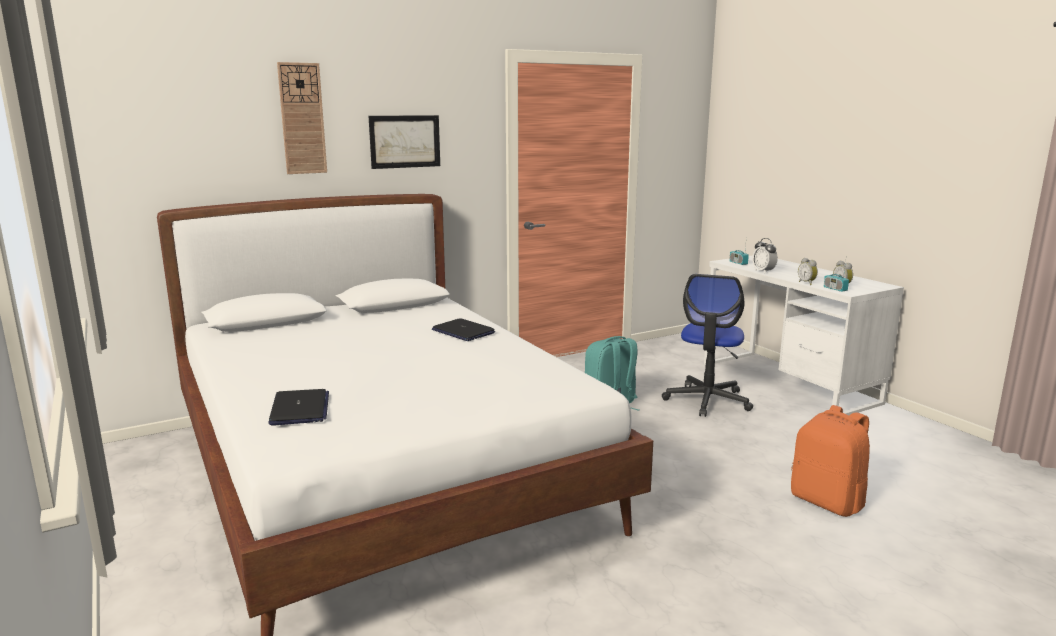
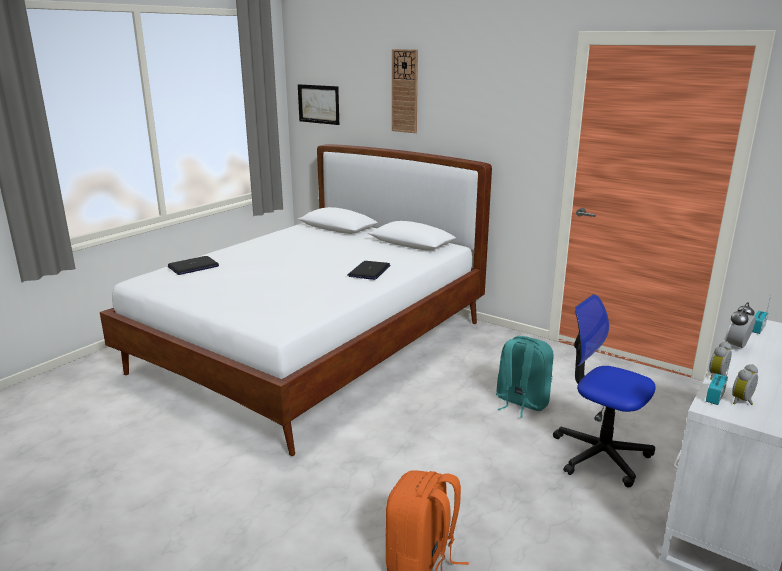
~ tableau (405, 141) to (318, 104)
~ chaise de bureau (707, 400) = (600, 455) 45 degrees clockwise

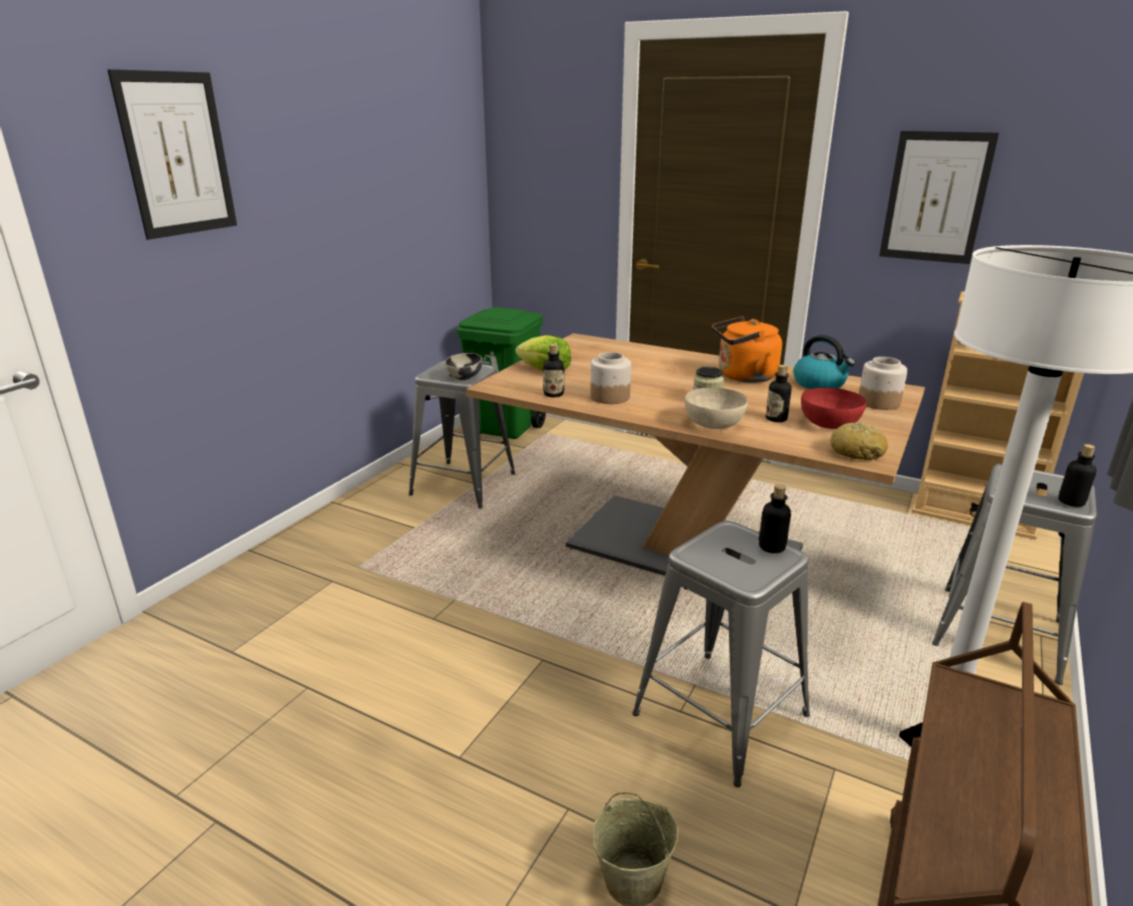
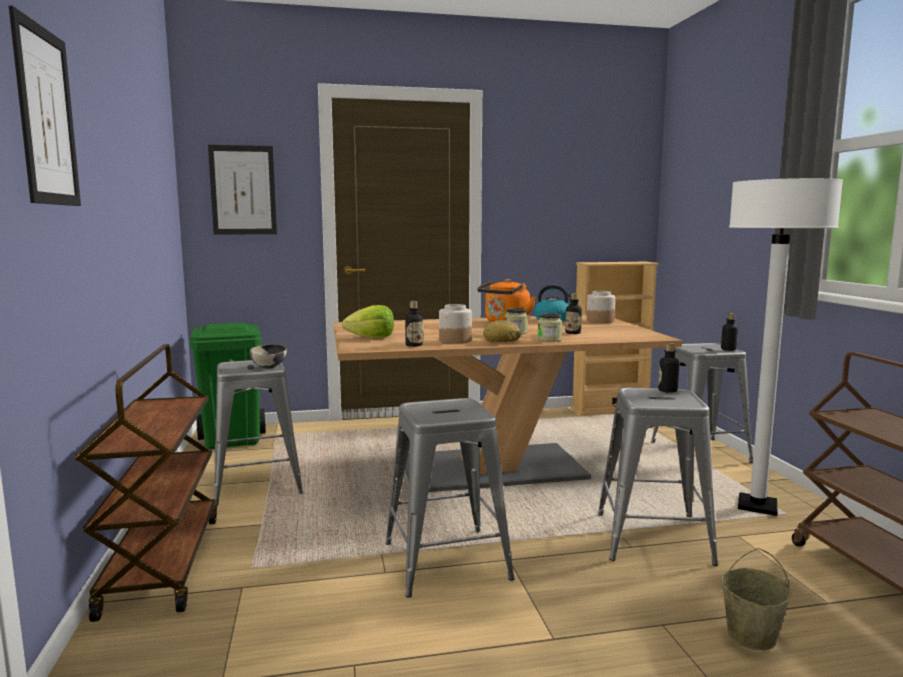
~ tableau (935, 197) to (243, 190)
~ bol (beige) (714, 424) to bocal (549, 339)
- bol (rouge) (829, 424)
~ pain (857, 452) to (501, 340)
+ chariot (marron) (161, 563)
+ tabouret (gris) (446, 560)

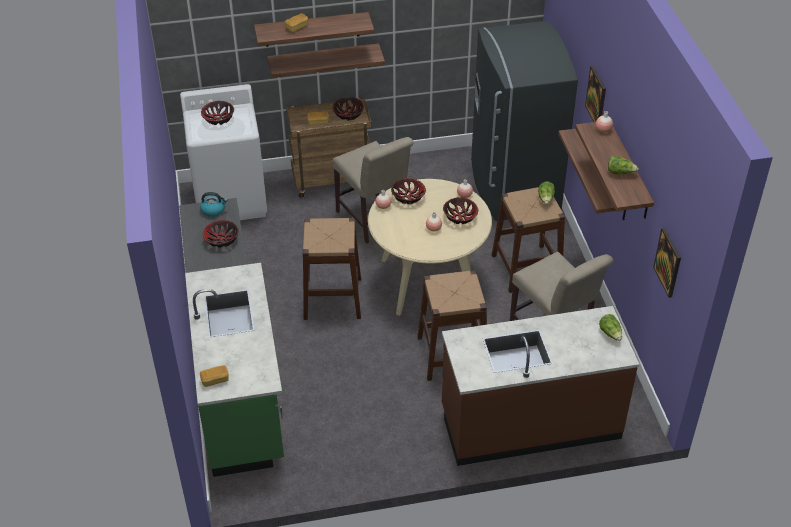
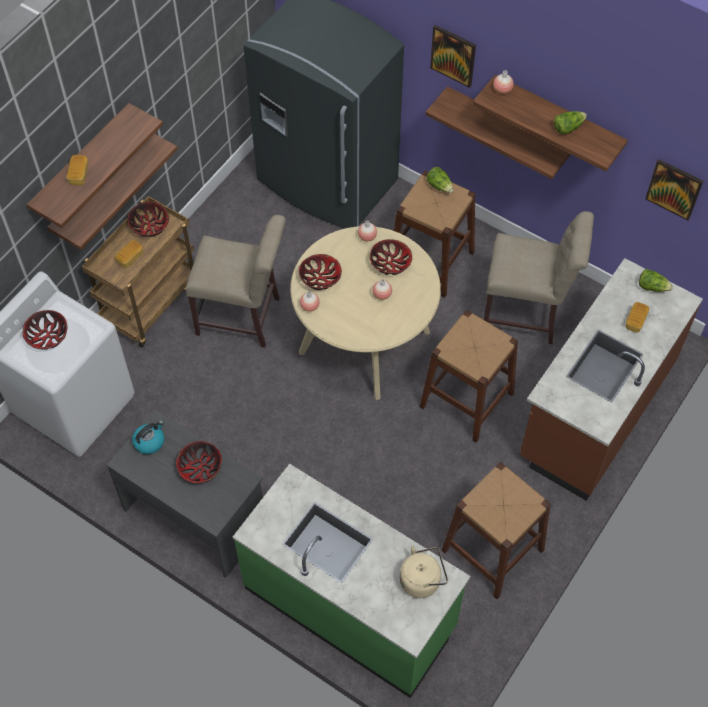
~ tabouret (marron) (332, 298) to (492, 550)
~ pain (215, 380) to (635, 321)
+ bouilloire (beige) (422, 580)

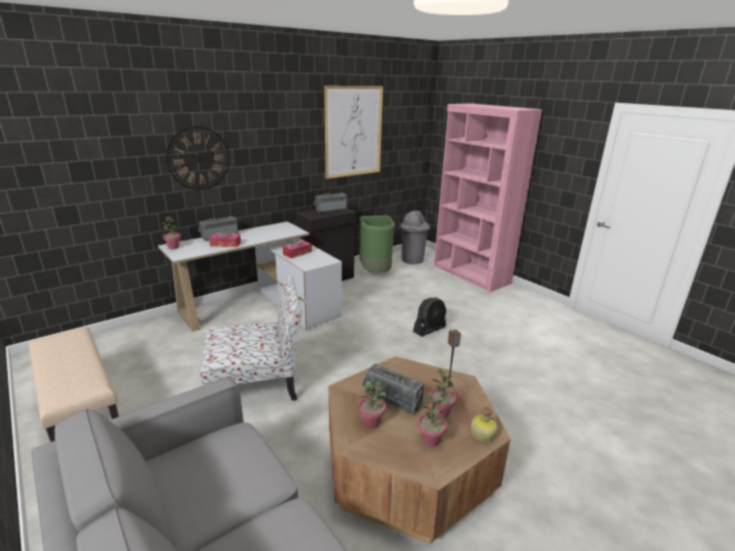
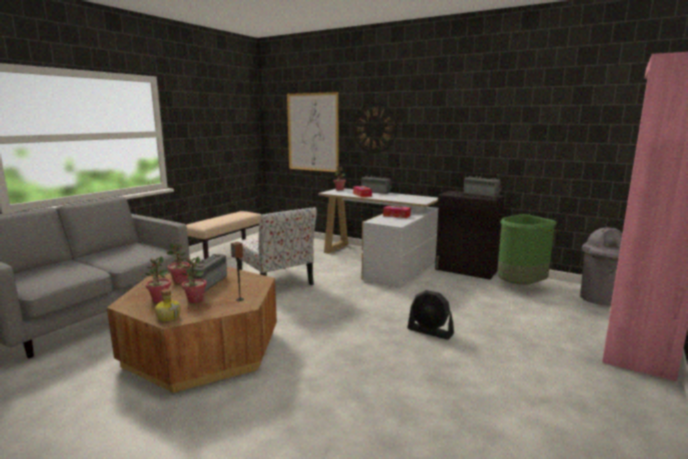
~ tableau (353, 132) to (313, 132)

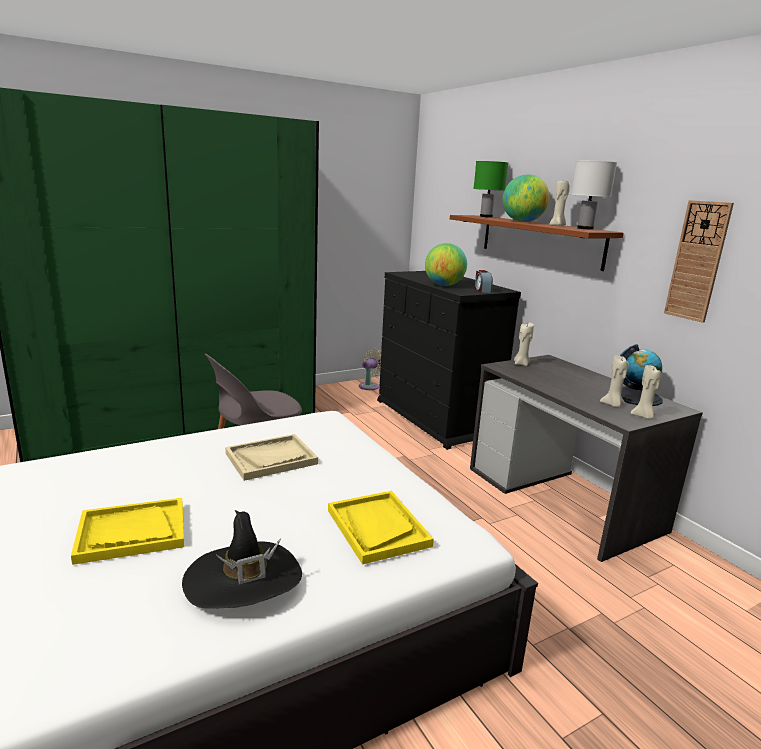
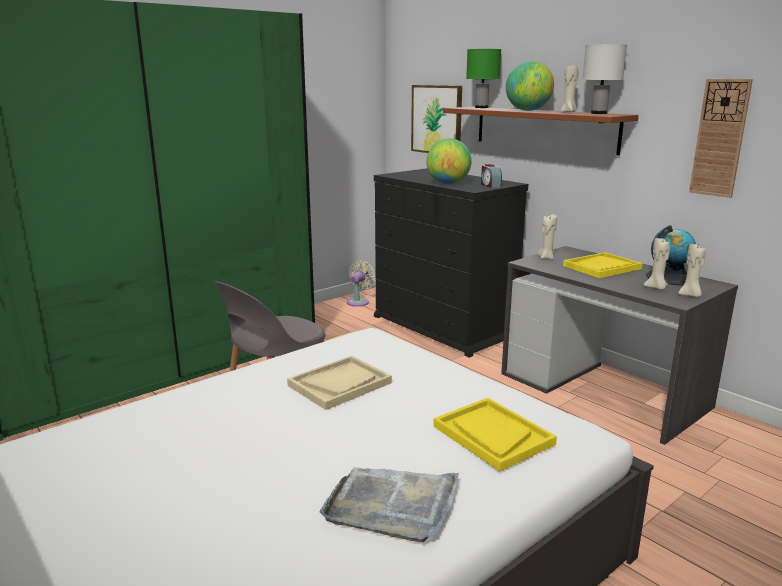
~ plateau (jaune) (131, 532) to (602, 267)
~ chapeau (noir) (243, 580) to plateau (gris) (392, 505)
+ tableau (436, 119)

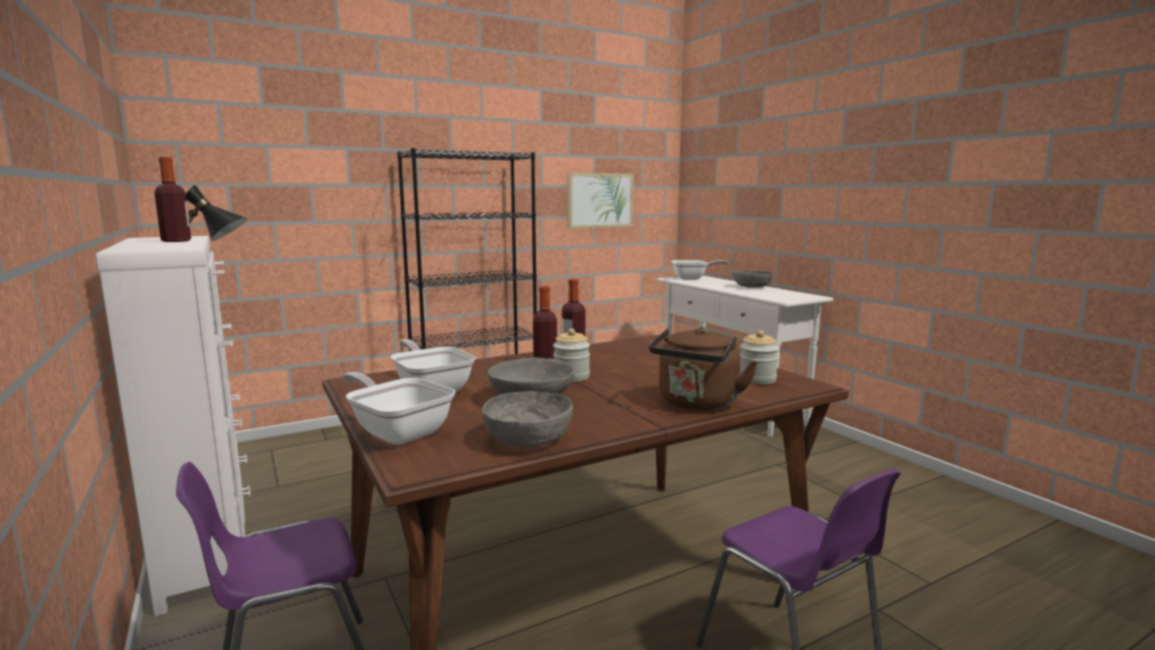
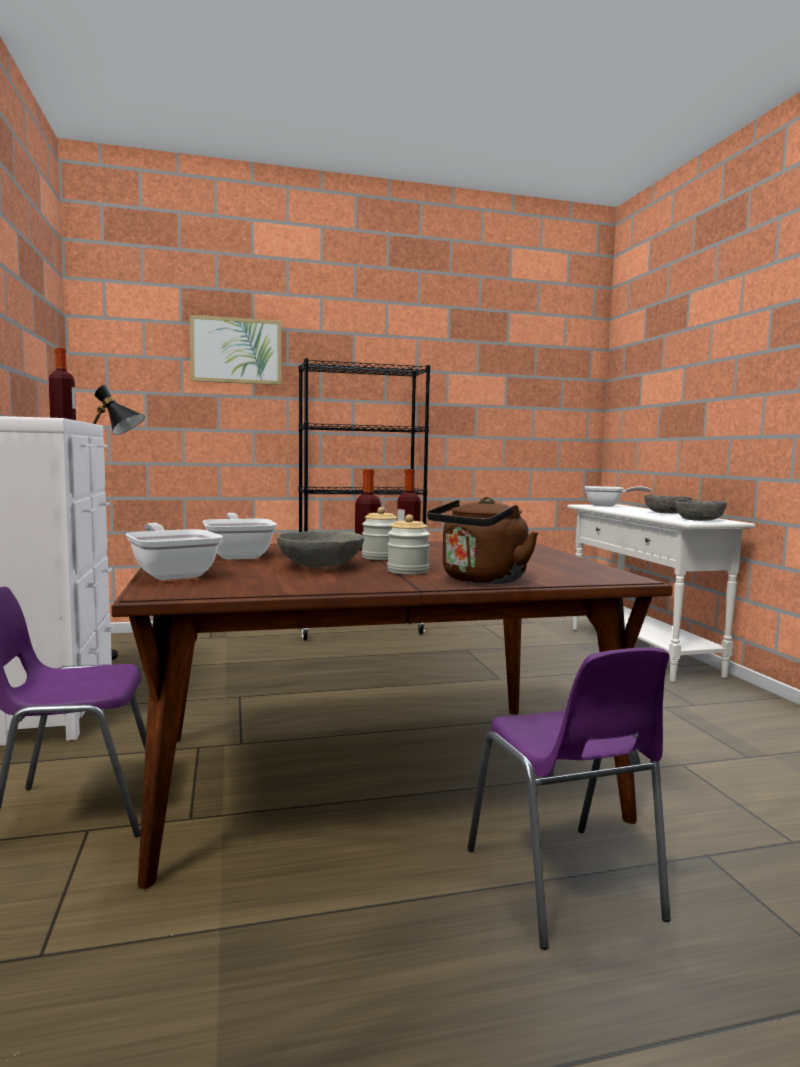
~ tableau (599, 200) to (236, 351)
~ bocal (757, 379) to (408, 571)
~ bol (gris) (528, 439) to (699, 520)

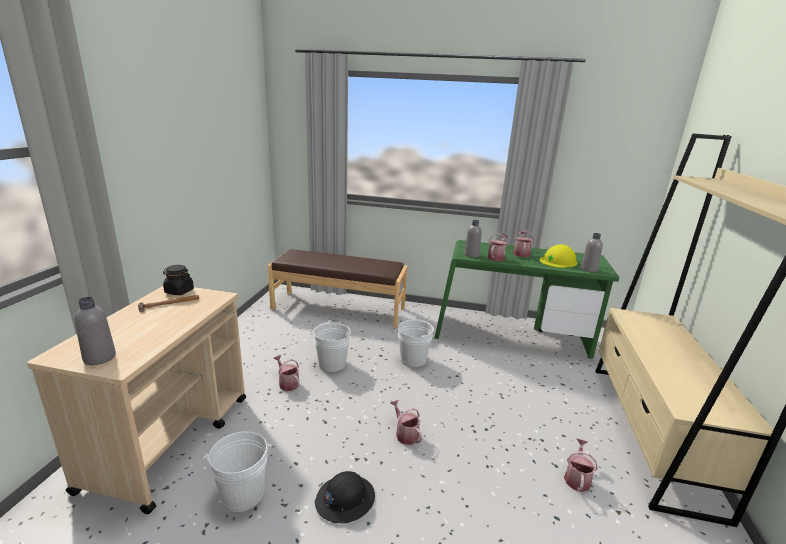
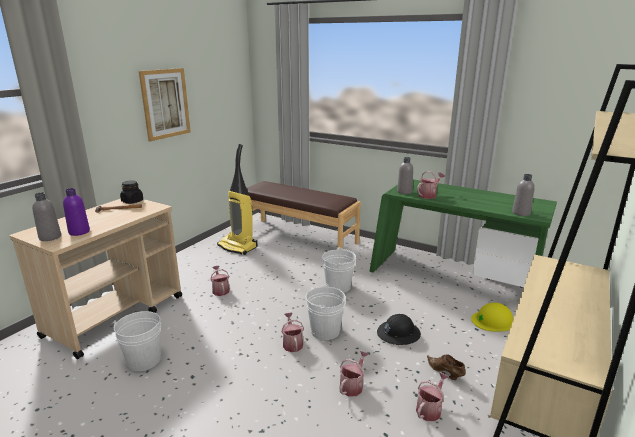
~ arrosoir (521, 253) to (353, 385)
~ casque de chantier (jaune) (558, 261) to (493, 320)
~ seau (blanc) (332, 364) to (325, 331)
~ casque de chantier (noir) (345, 499) to (398, 333)
+ tableau (165, 103)
+ aspirateur (238, 247)
+ bouteille (violet) (79, 232)
+ chaussure (marron) (445, 373)

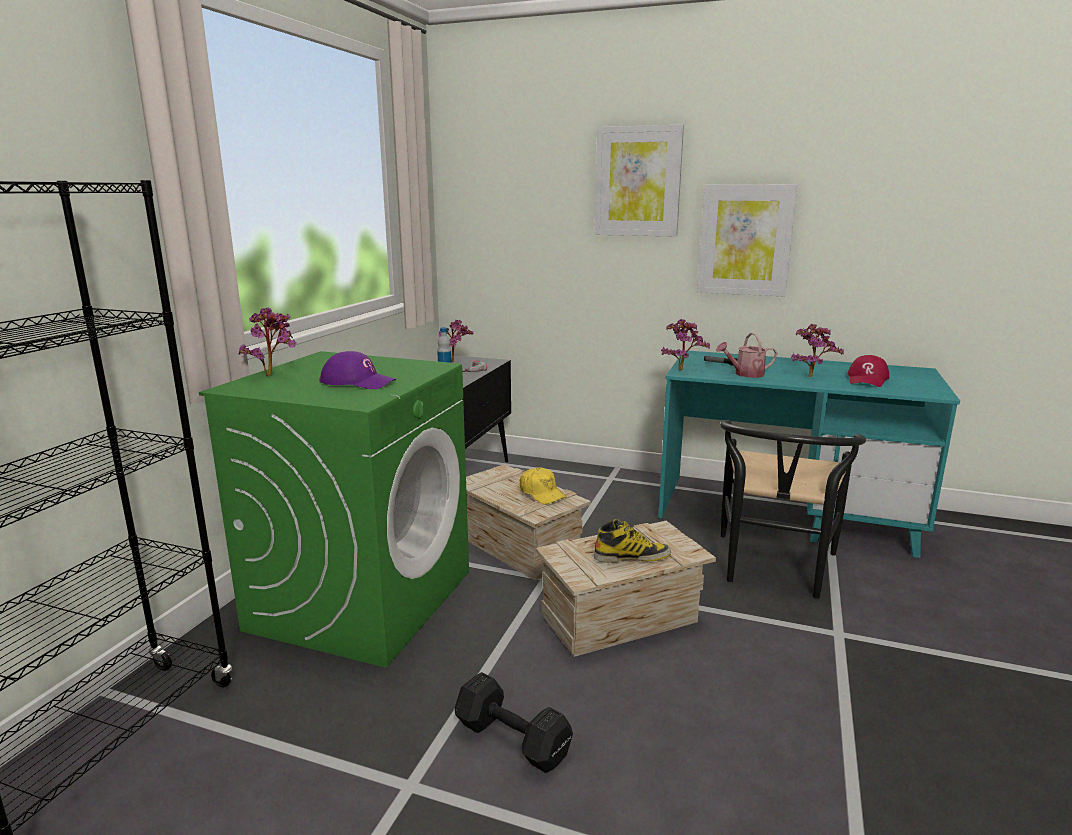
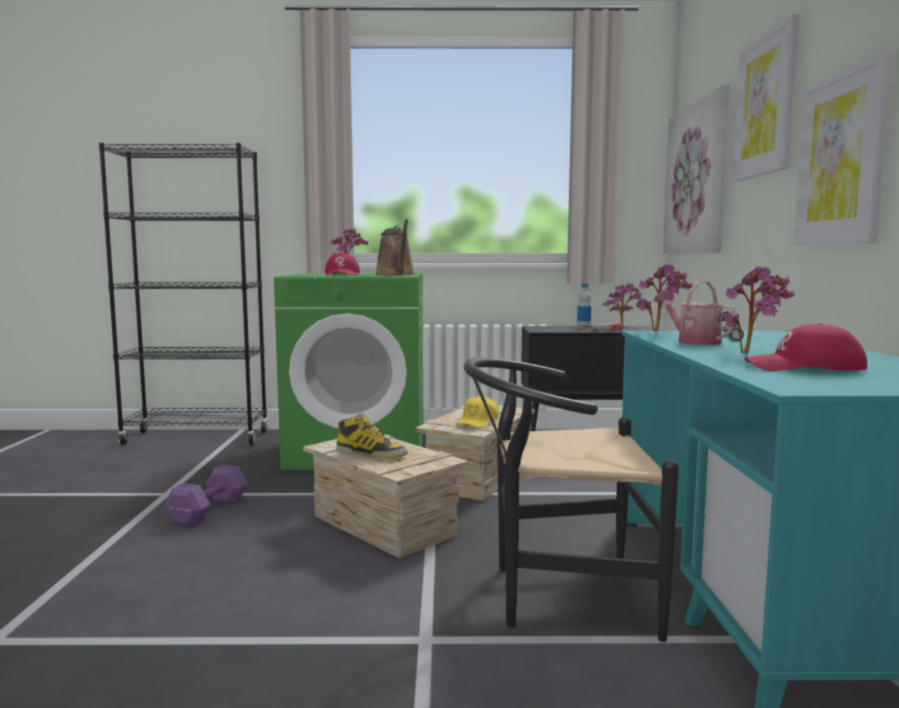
~ casquette (violet) (358, 382) to casquette (rouge) (342, 275)
~ botte (631, 556) = (372, 454) 45 degrees counterclockwise
~ haltère (noir) (514, 741) to haltère (violet) (207, 511)
+ tableau (696, 179)
+ arrosoir (marron) (396, 275)

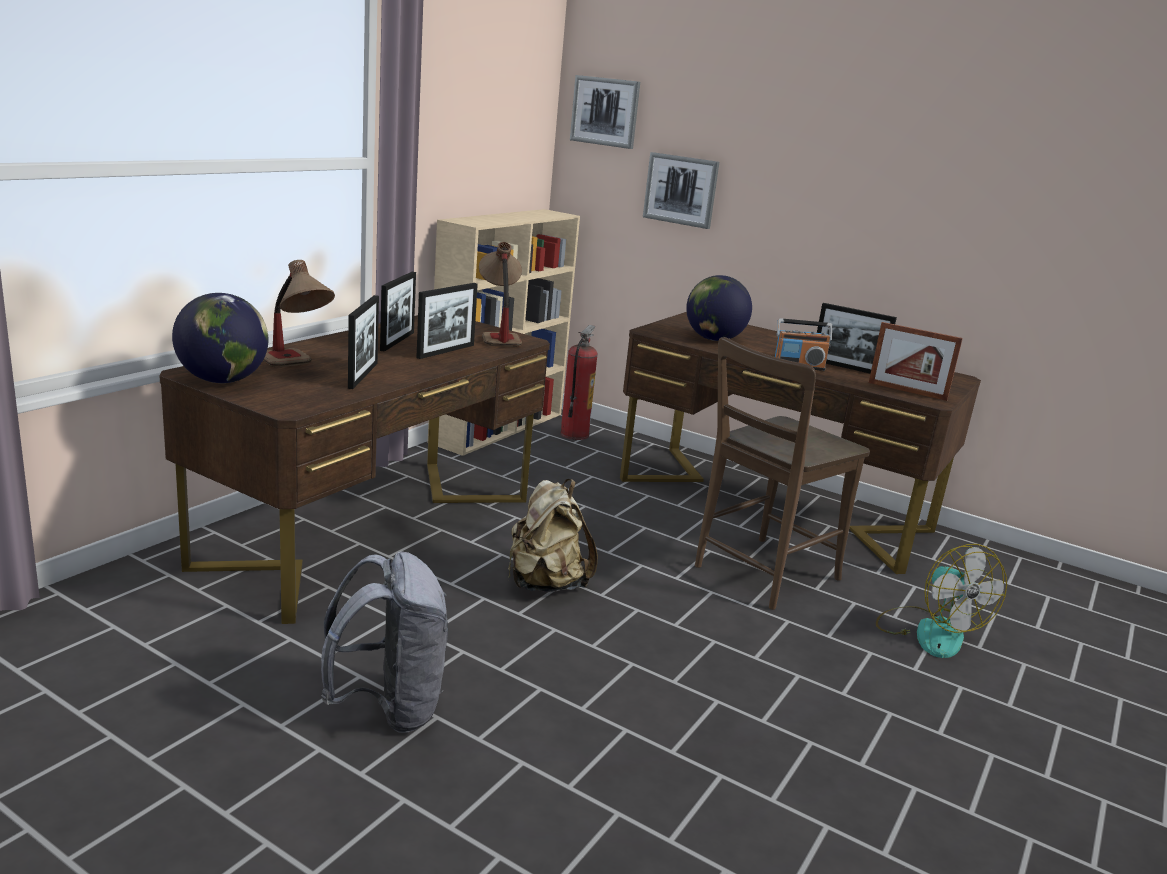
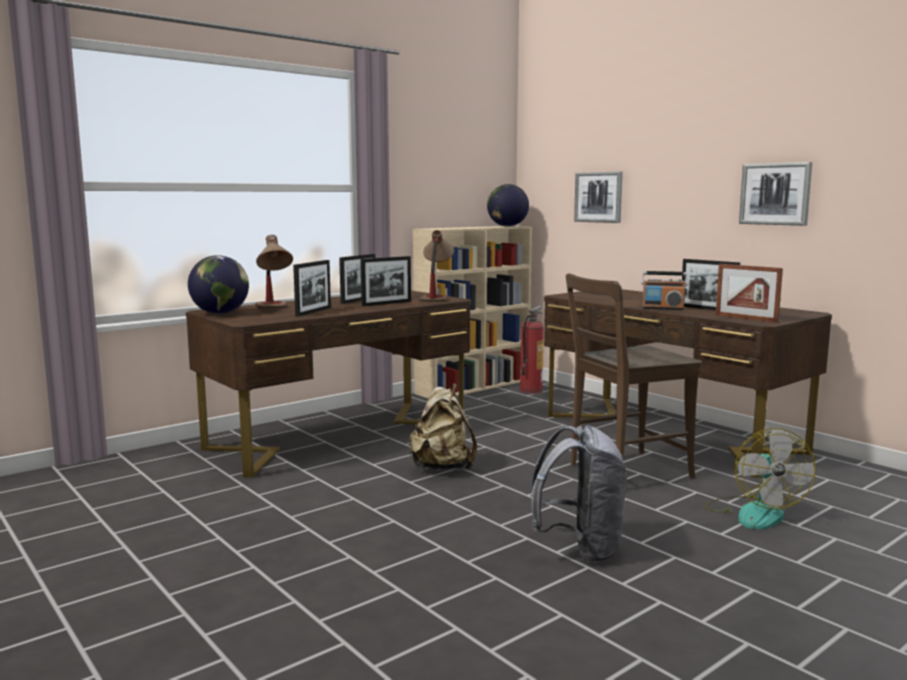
~ tableau (605, 111) to (775, 194)
~ globe (713, 339) to (507, 226)
~ sac à dos (gris) (388, 707) to (580, 548)

